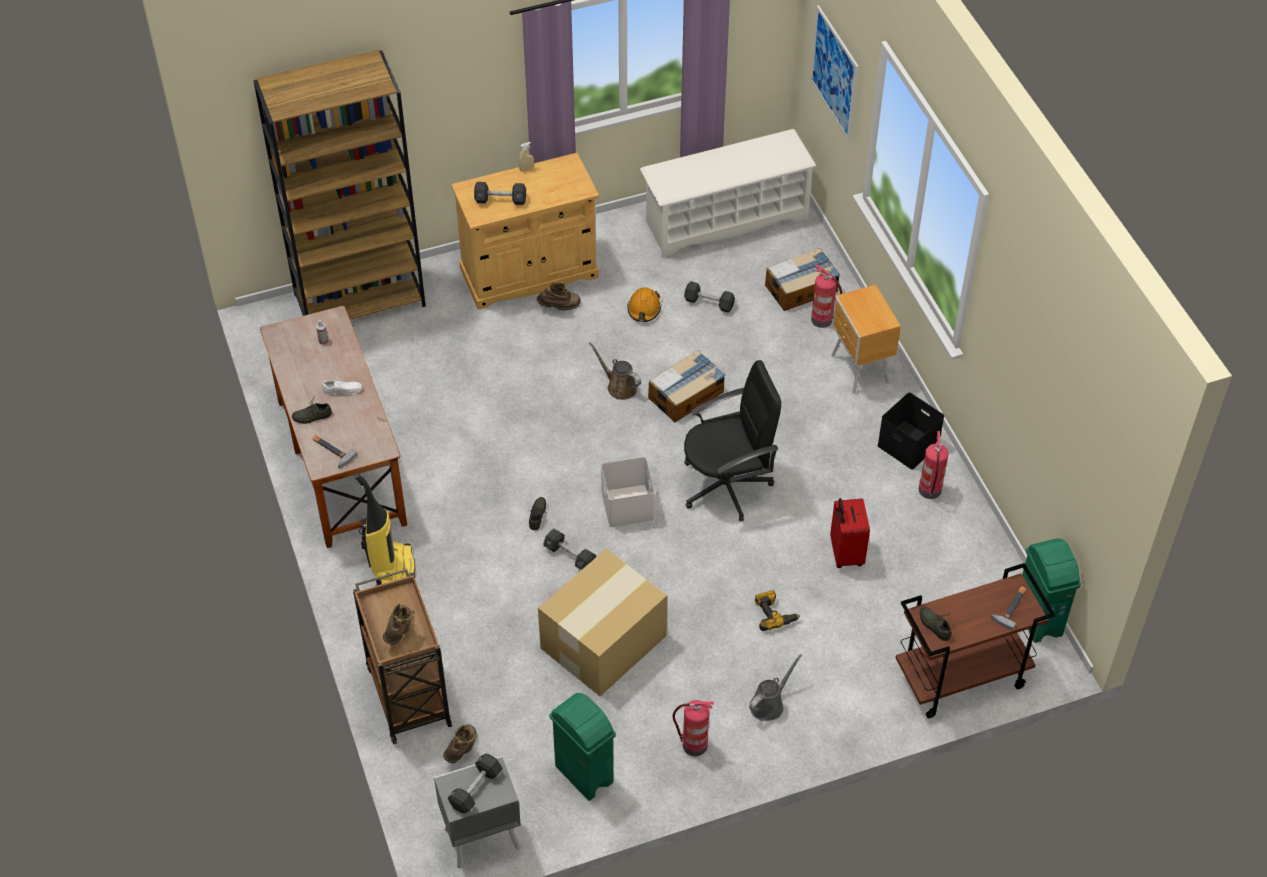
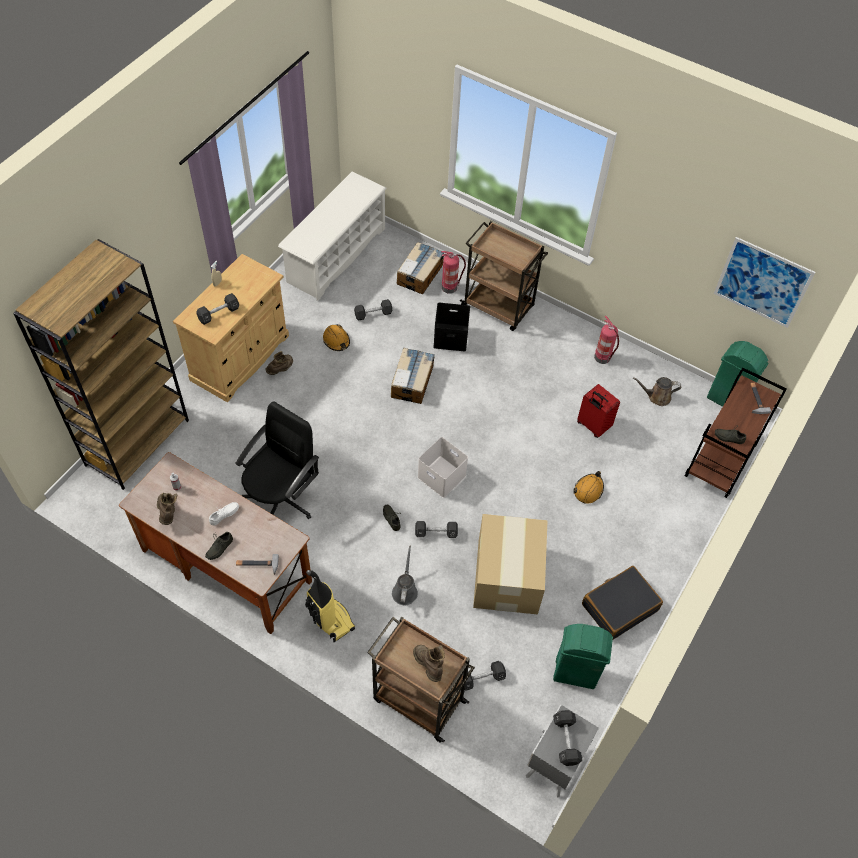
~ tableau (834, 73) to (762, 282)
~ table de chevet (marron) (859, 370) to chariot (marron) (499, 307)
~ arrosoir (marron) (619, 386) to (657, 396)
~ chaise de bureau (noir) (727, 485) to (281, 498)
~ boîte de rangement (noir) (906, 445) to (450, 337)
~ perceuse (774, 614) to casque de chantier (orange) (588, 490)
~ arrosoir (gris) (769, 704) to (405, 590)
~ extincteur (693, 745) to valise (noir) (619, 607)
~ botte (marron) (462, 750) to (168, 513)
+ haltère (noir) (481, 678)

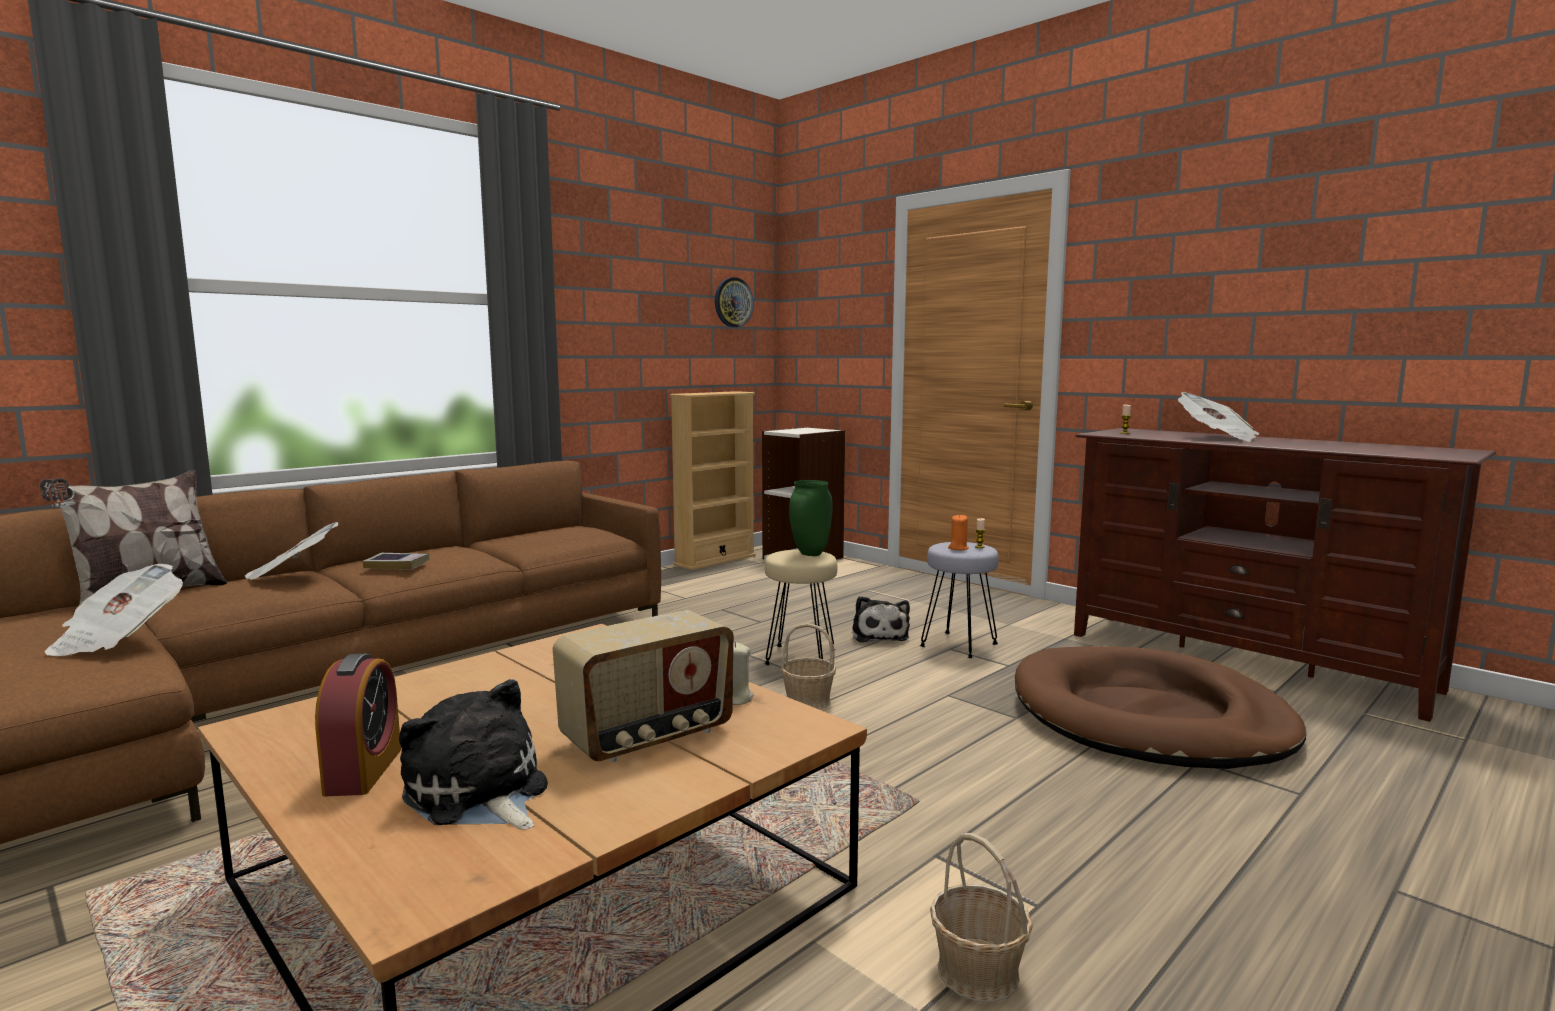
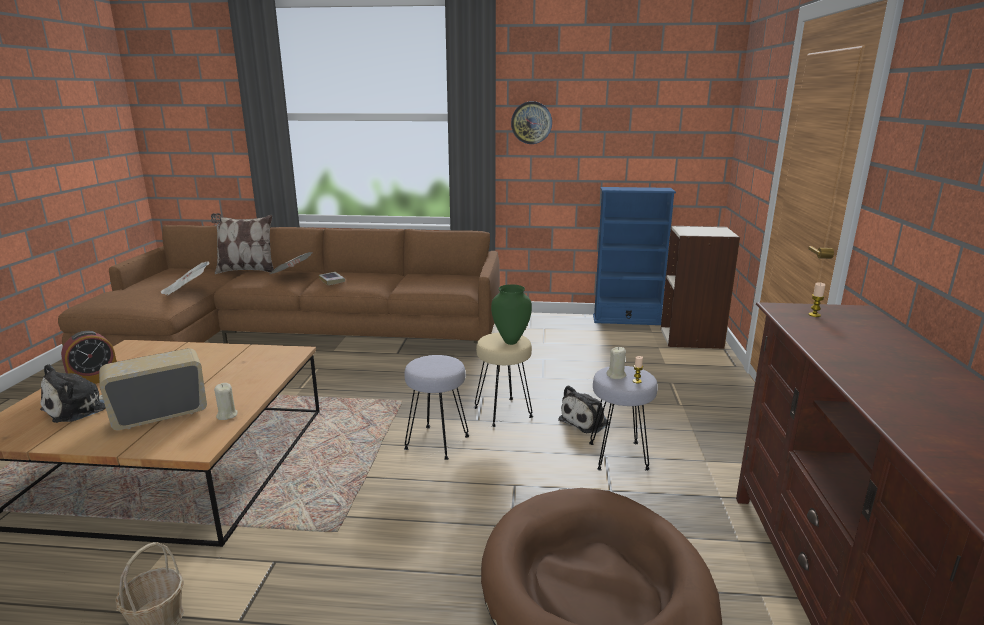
~ horloge murale (733, 302) to (531, 122)
~ bibliothèque (beige) (715, 560) to bibliothèque (bleu) (626, 320)
- journal (1216, 438)
~ bougie (orange) (958, 548) to bougie (beige) (616, 375)
~ radio (649, 737) = (160, 415) 135 degrees clockwise
~ panier (807, 701) to tabouret (gris) (437, 442)
~ peluche (479, 795) = (79, 408) 150 degrees counterclockwise

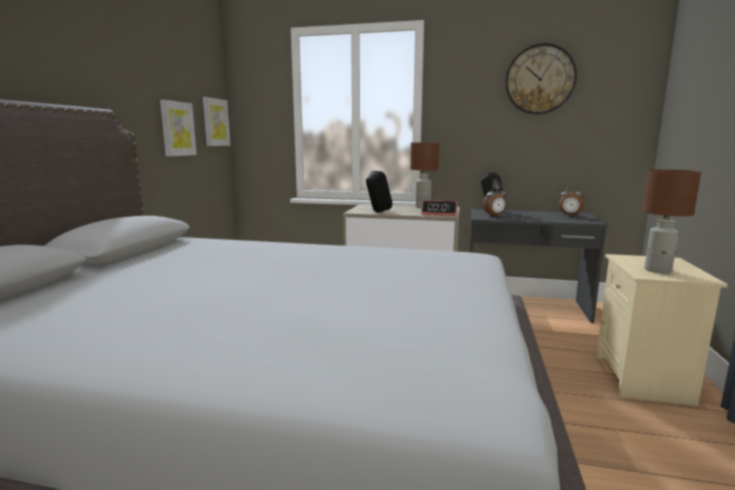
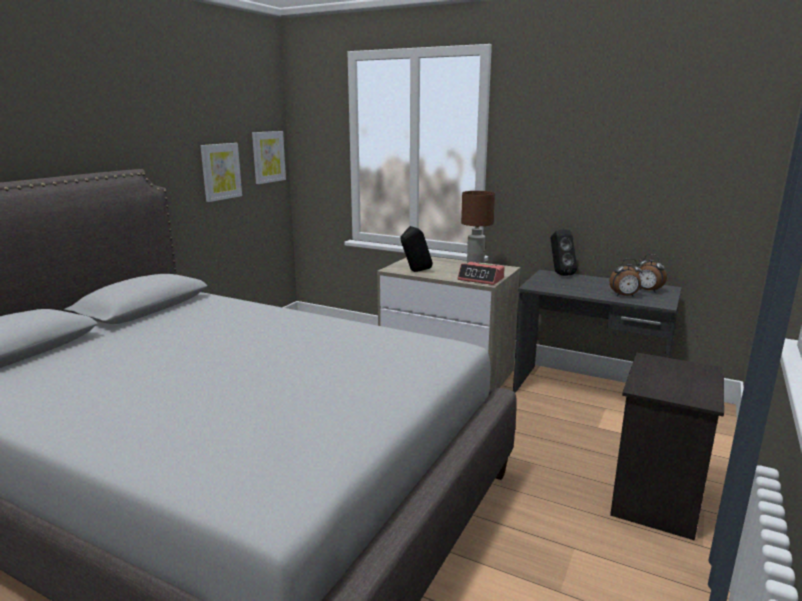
- horloge murale (539, 79)
- lampe de table (marron) (658, 270)
~ réveil (495, 216) to (624, 296)
~ table de chevet (beige) (644, 379) to table de chevet (noir) (657, 501)

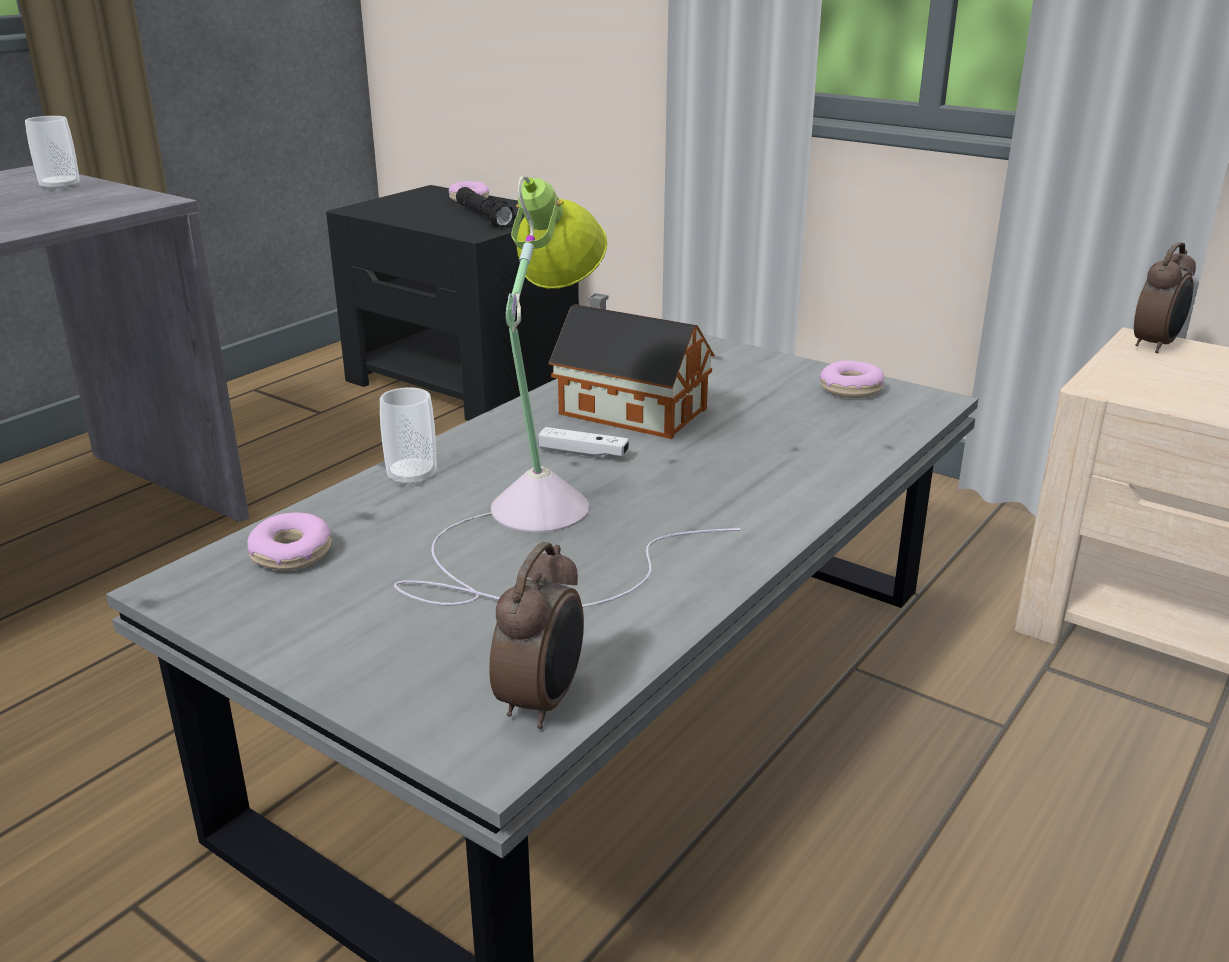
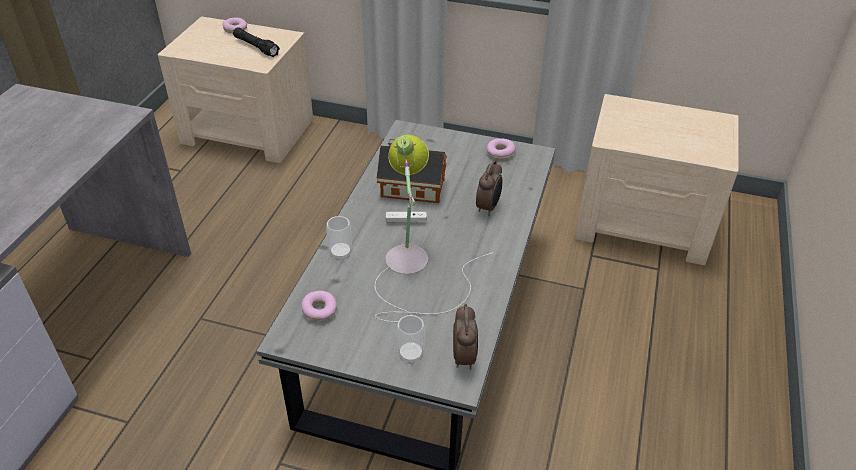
~ tasse (60, 188) to (410, 355)
~ table de chevet (noir) (463, 381) to table de chevet (beige) (248, 131)
~ réveil (1156, 345) to (488, 207)

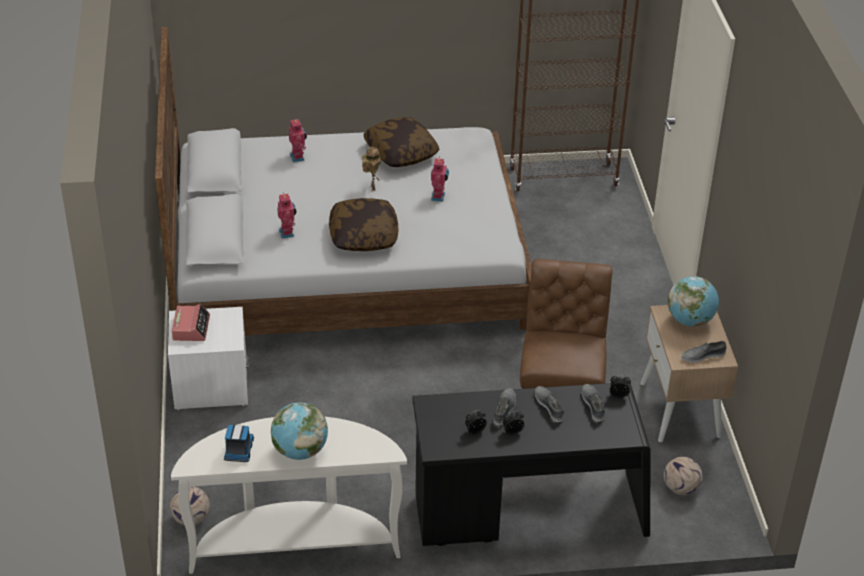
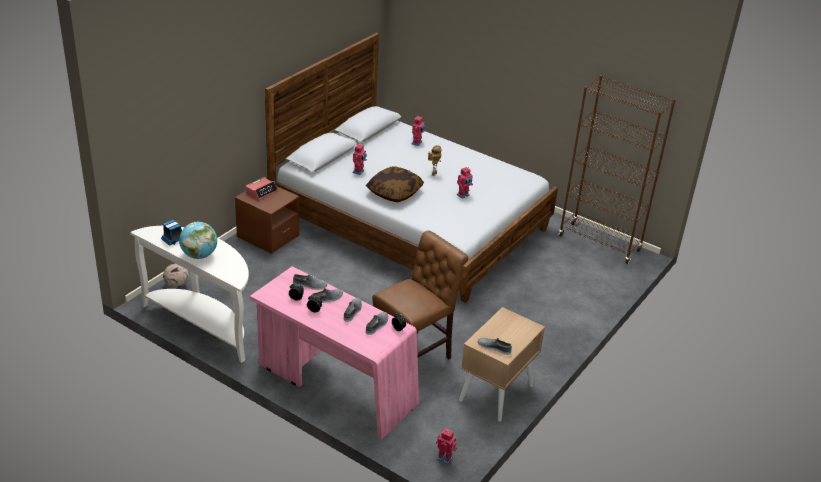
- coussin (400, 153)
- globe (690, 320)
~ table de chevet (blanc) (211, 385) to table de chevet (marron) (268, 236)
~ bureau (noir) (528, 513) to bureau (rose) (334, 386)
- ballon de foot (680, 488)
+ chaussure (gris) (310, 285)
+ robot jouet (445, 458)

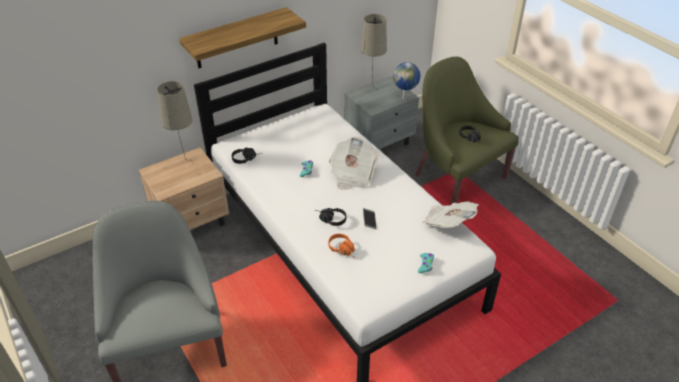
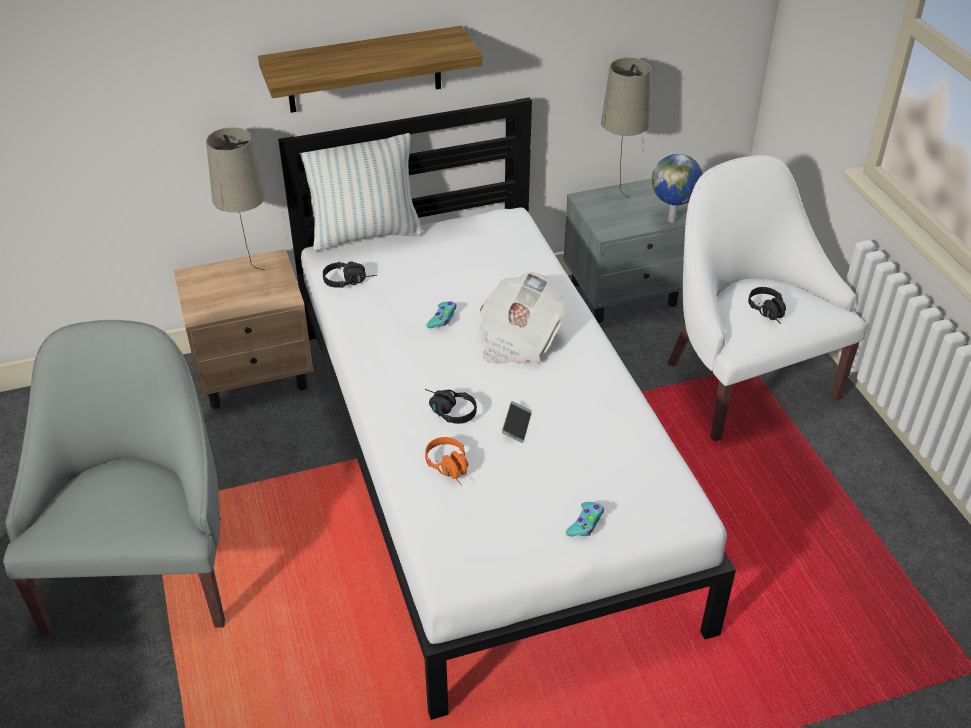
~ fauteuil (vert) (456, 177) to fauteuil (blanc) (743, 380)
- journal (448, 223)
+ coussin (365, 234)

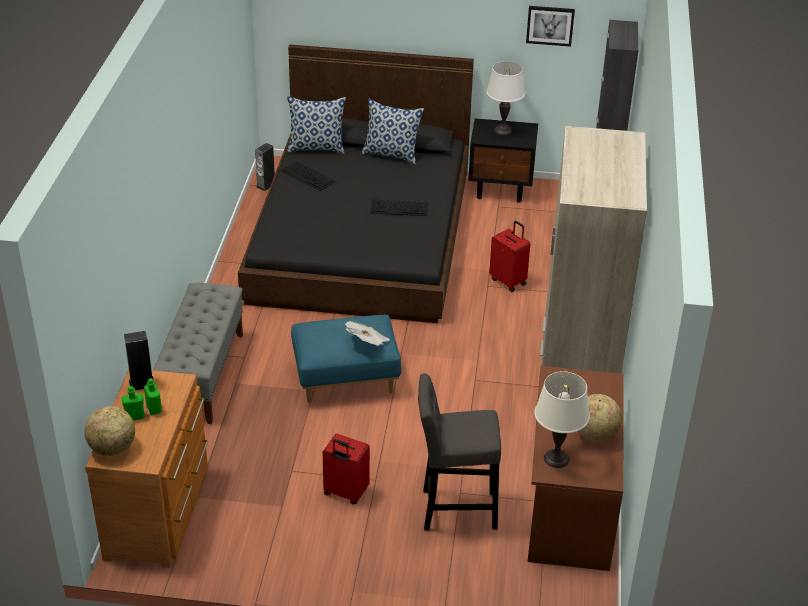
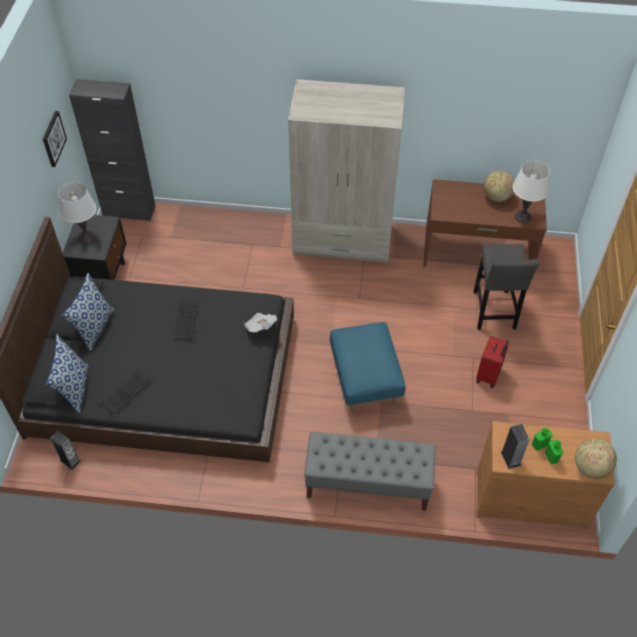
- valise (rouge) (508, 281)
~ journal (367, 342) to (261, 327)

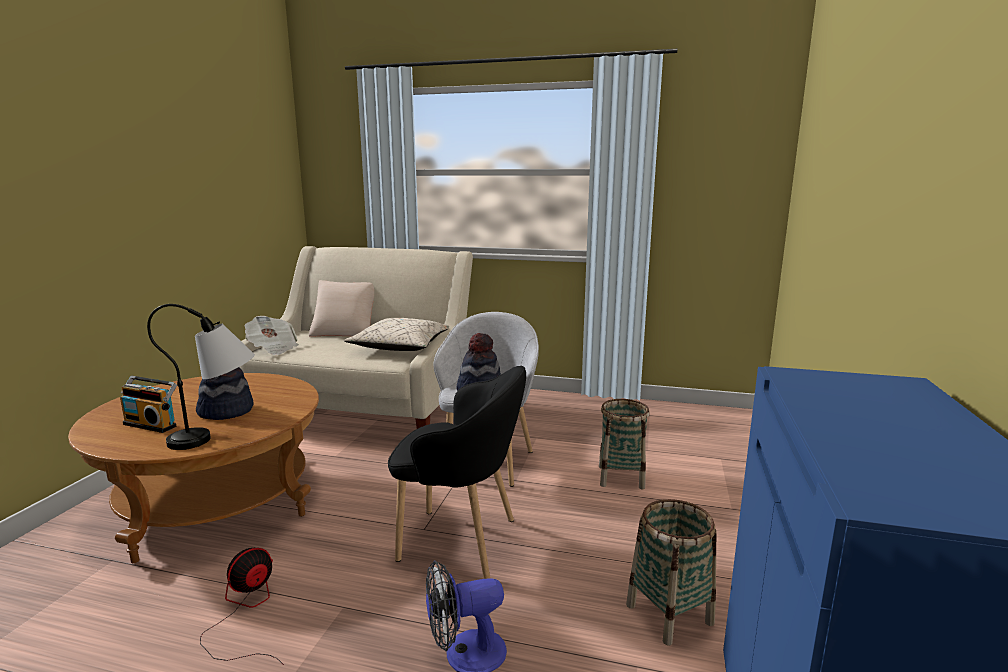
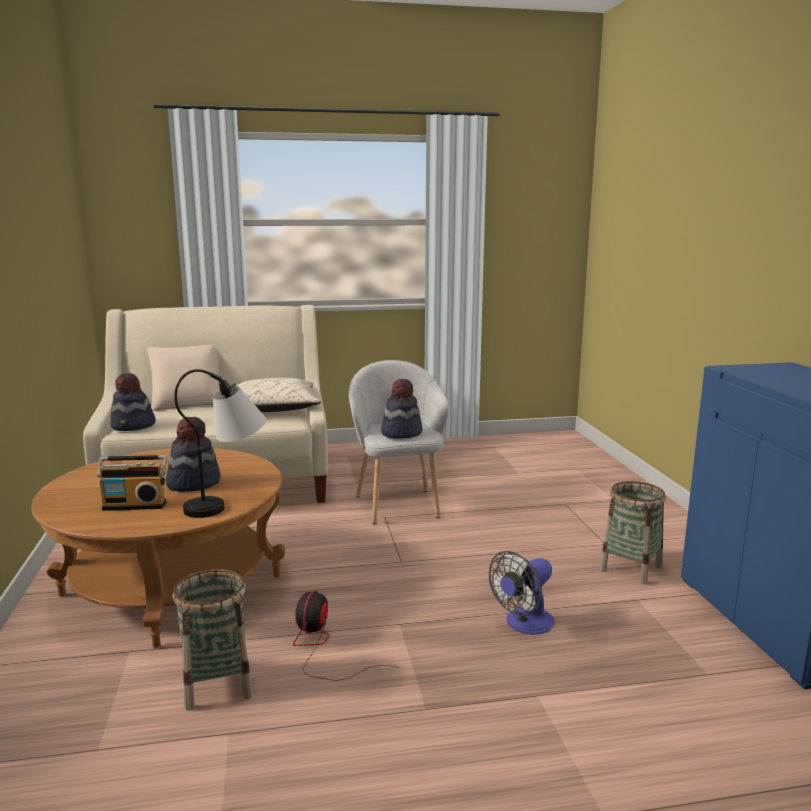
~ journal (273, 348) to chapeau (133, 426)
- fauteuil (noir) (462, 542)
~ panier (621, 477) to (217, 684)

